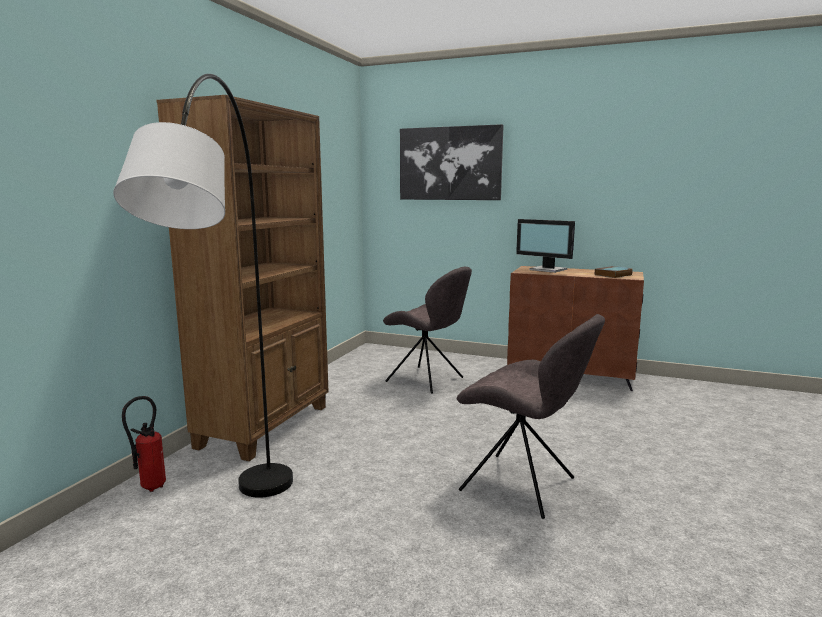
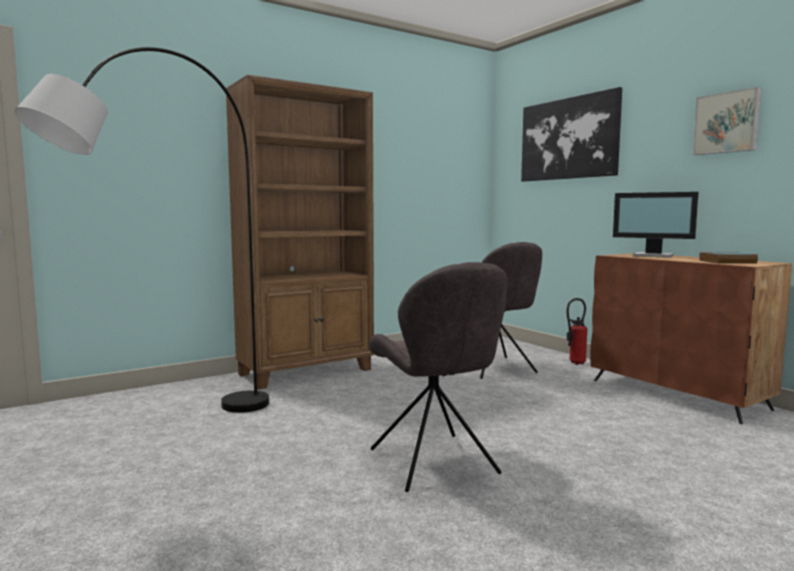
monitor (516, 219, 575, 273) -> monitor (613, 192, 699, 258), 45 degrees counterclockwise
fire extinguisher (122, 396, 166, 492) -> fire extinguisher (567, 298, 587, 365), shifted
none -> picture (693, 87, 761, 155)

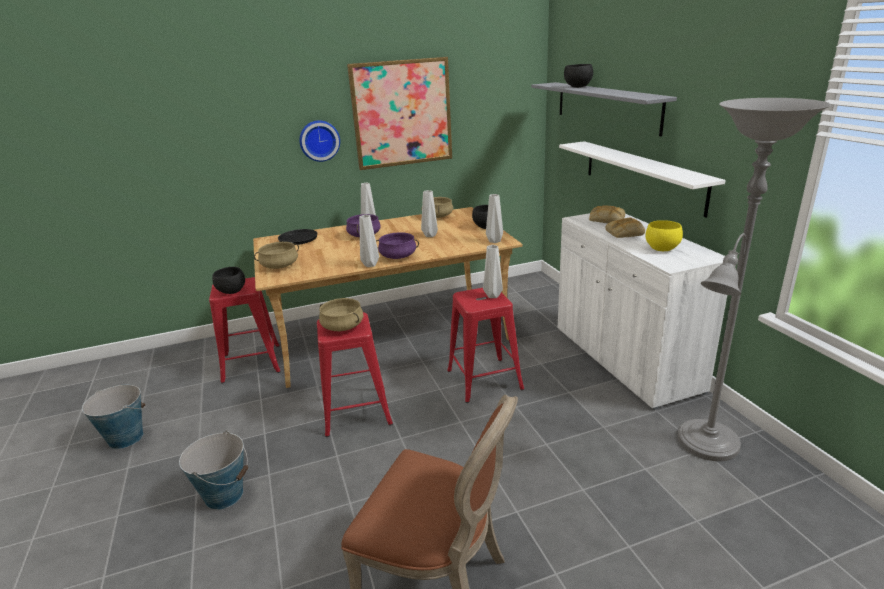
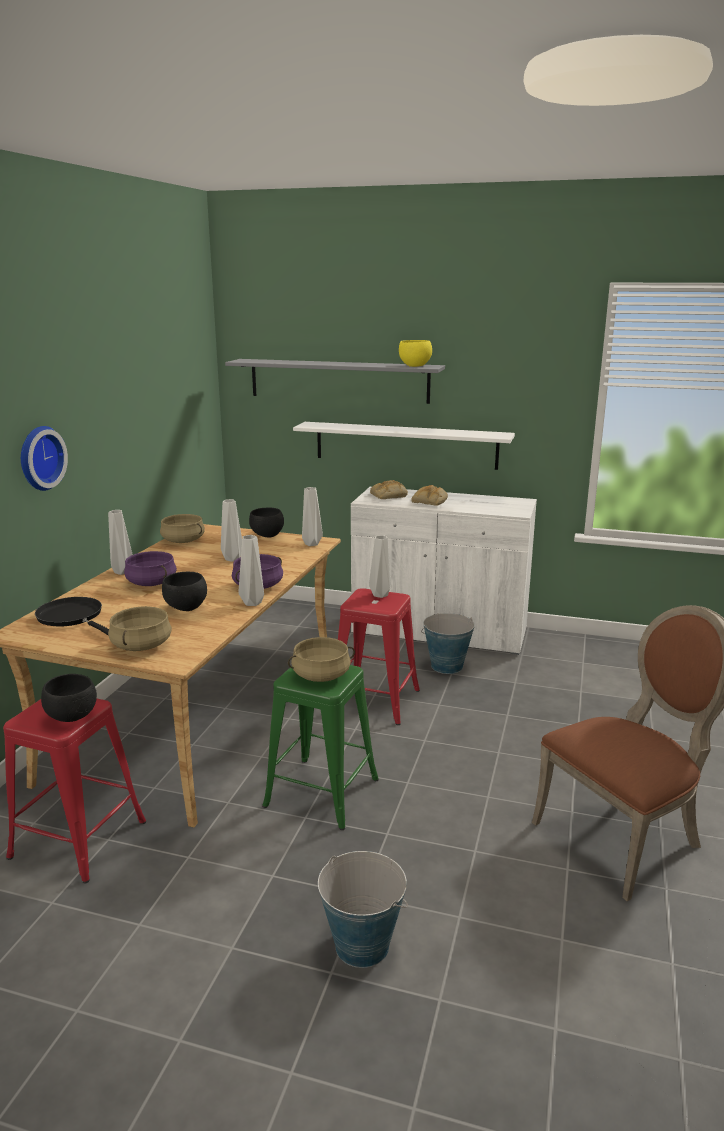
picture (347, 57, 452, 170) -> none
bowl/black (564, 64, 593, 88) -> bowl/black (162, 572, 207, 611), shifted
floor lamp/grey (678, 98, 831, 461) -> none
bowl/yellow (645, 220, 683, 251) -> bowl/yellow (399, 340, 432, 367), shifted
stool/red (317, 312, 393, 437) -> stool/green (262, 665, 379, 830)
bucket (82, 385, 145, 449) -> bucket (421, 613, 475, 674), shifted

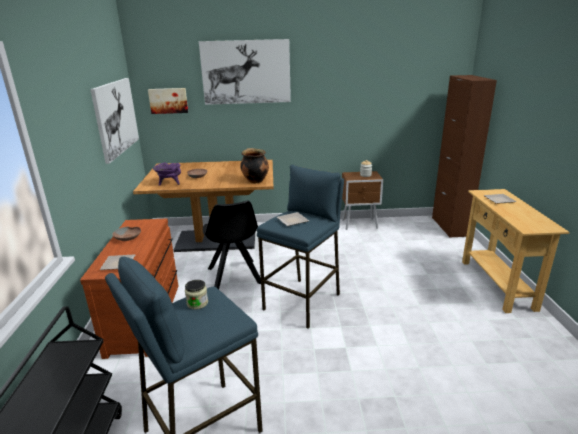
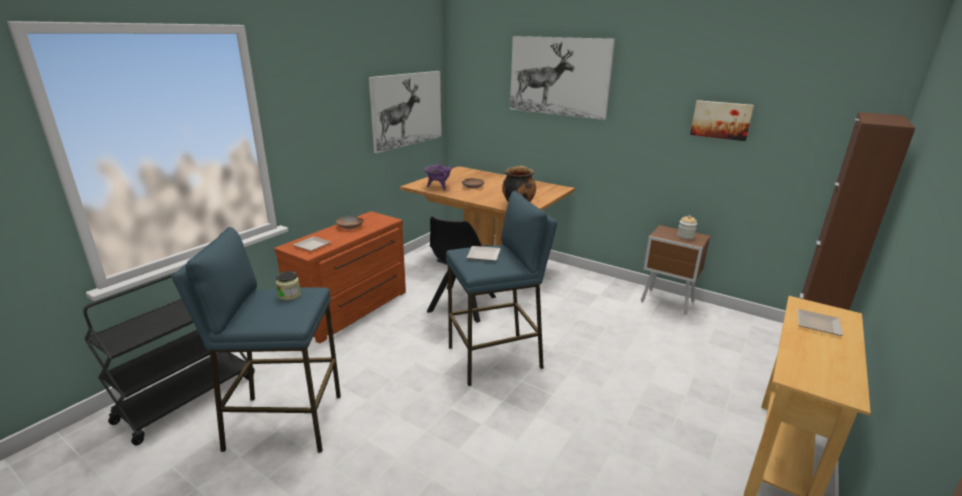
picture (148, 88, 188, 114) -> picture (690, 100, 754, 141), shifted

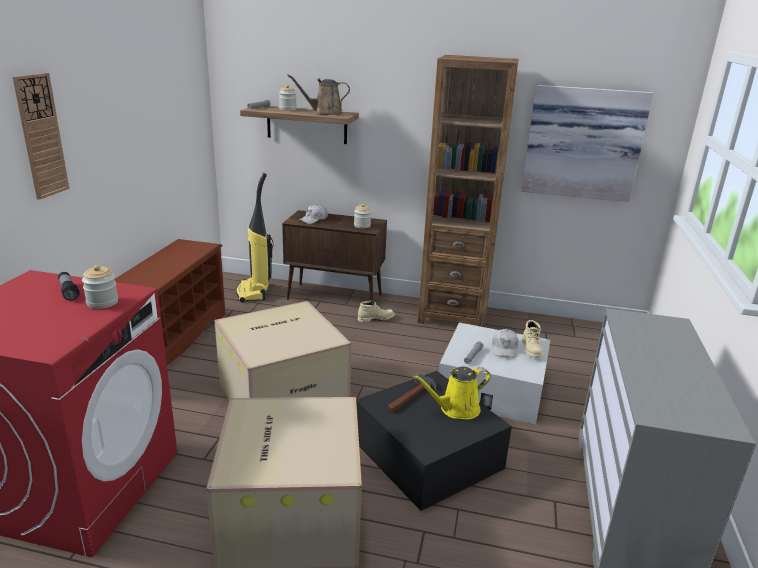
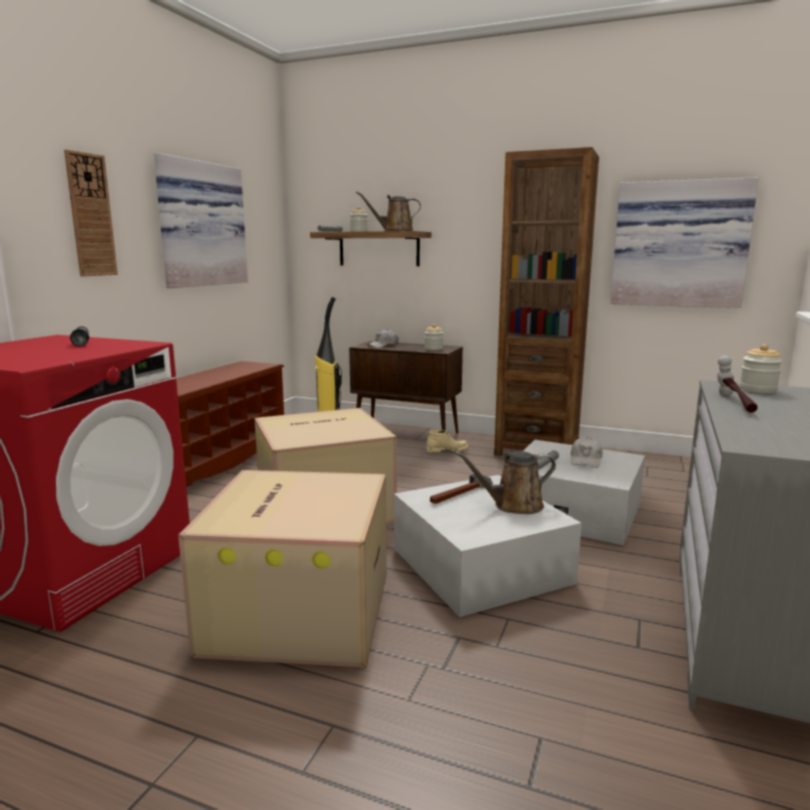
jar (82, 265, 118, 309) -> jar (739, 344, 782, 393), shifted
boot/beige (522, 320, 543, 358) -> none
watering can/yellow (413, 367, 491, 419) -> watering can/brown (455, 451, 556, 514)
storage box/black (356, 371, 512, 511) -> storage box/white (394, 475, 582, 617)
none -> picture (154, 153, 248, 288)
none -> hammer (717, 356, 758, 413)

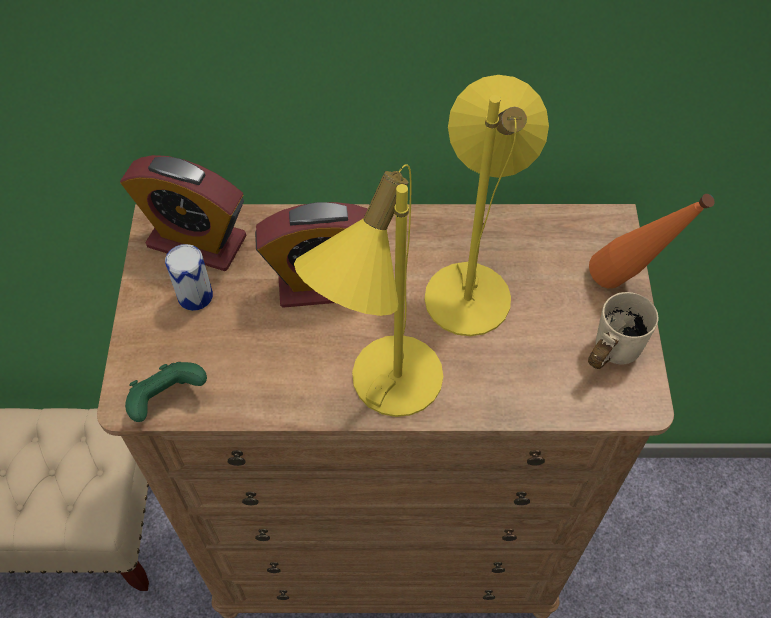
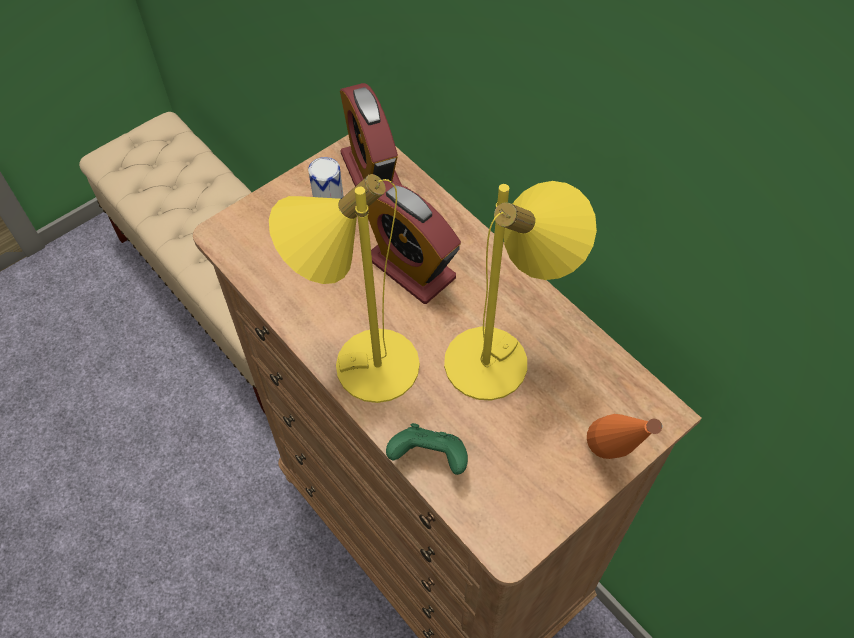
mug/beige (588, 292, 658, 369) -> none
game controller/green (125, 362, 207, 422) -> game controller/green (386, 423, 468, 475), shifted

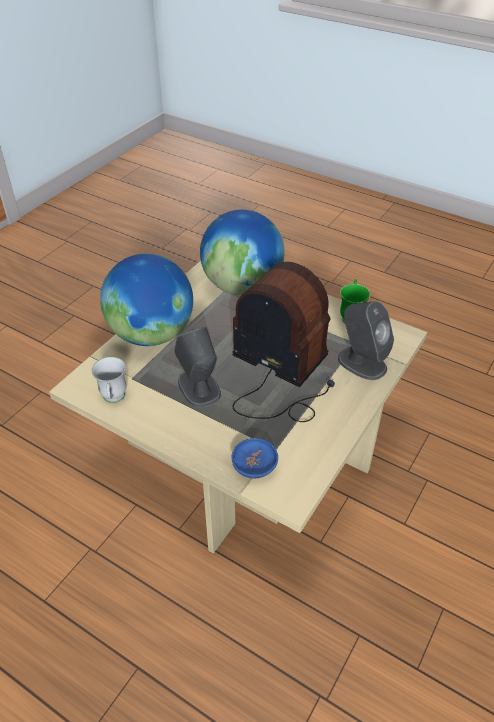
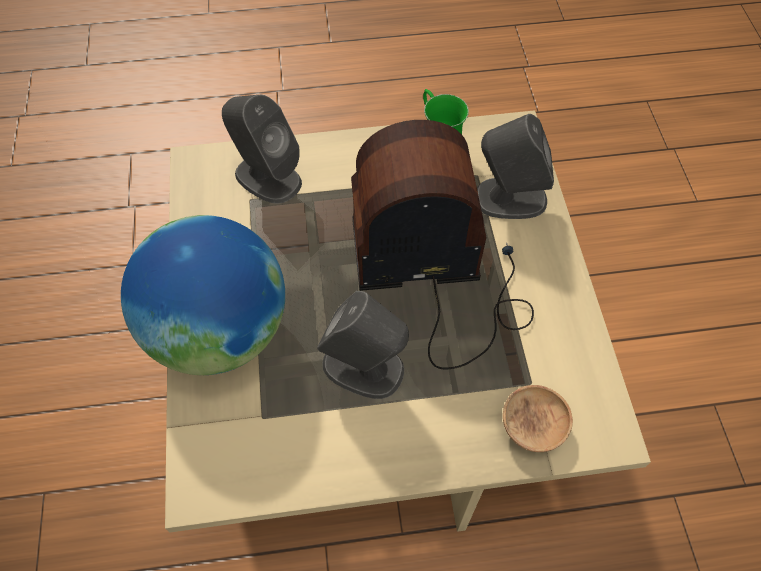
globe (200, 210, 285, 295) -> speaker/grey (222, 95, 302, 204)
mug/white (92, 357, 126, 403) -> none
bowl/blue (231, 438, 278, 478) -> bowl/brown (503, 385, 573, 452)

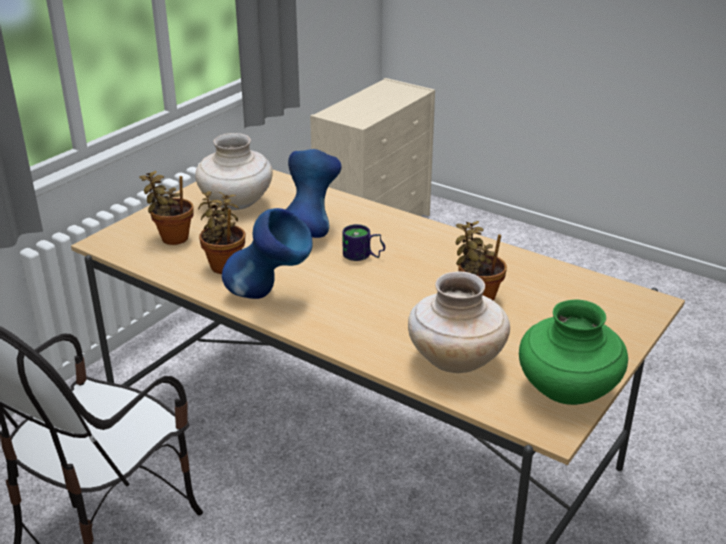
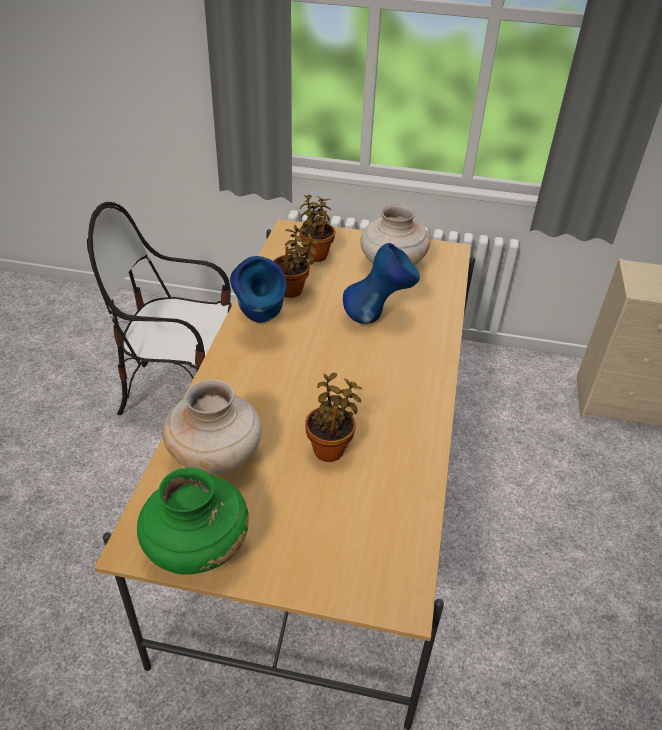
mug (342, 224, 385, 261) -> none

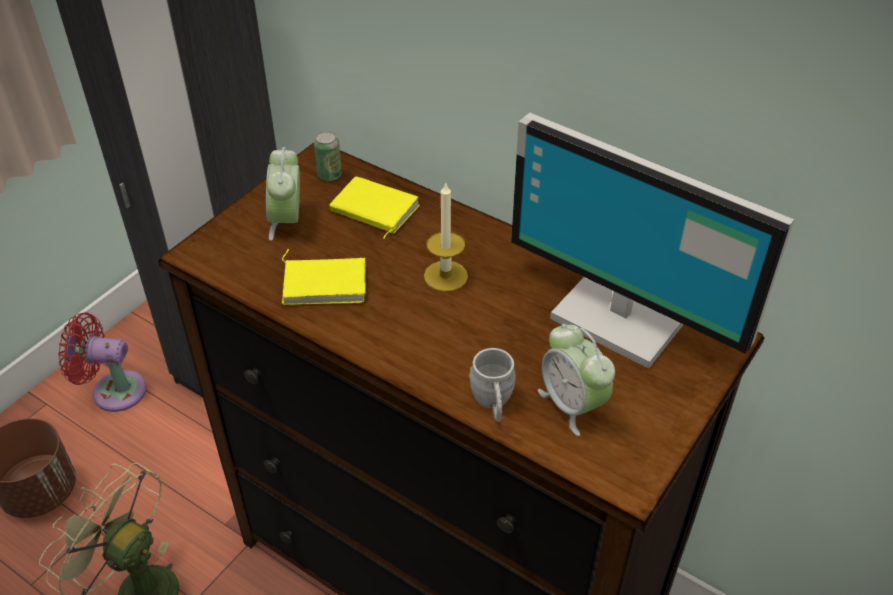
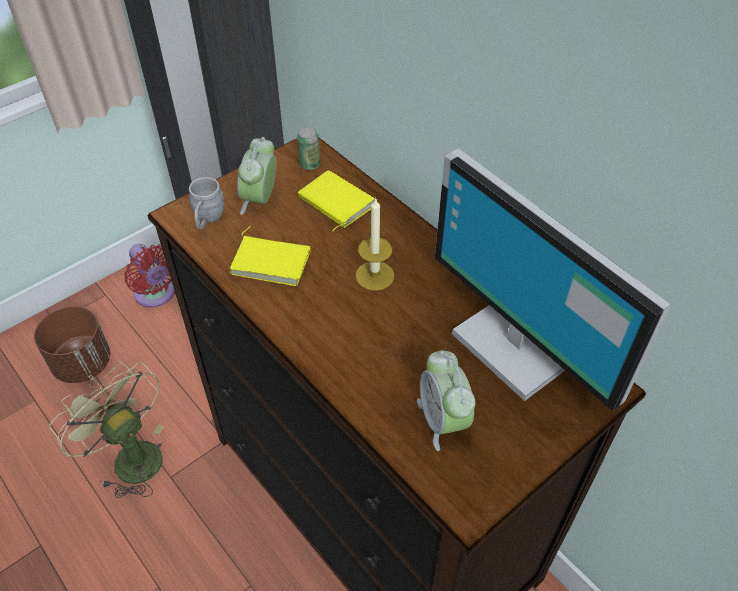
fan/red (58, 312, 147, 412) -> fan/red (124, 244, 175, 308), 150 degrees counterclockwise
mug/grey (469, 348, 516, 422) -> mug/grey (189, 177, 224, 230), shifted

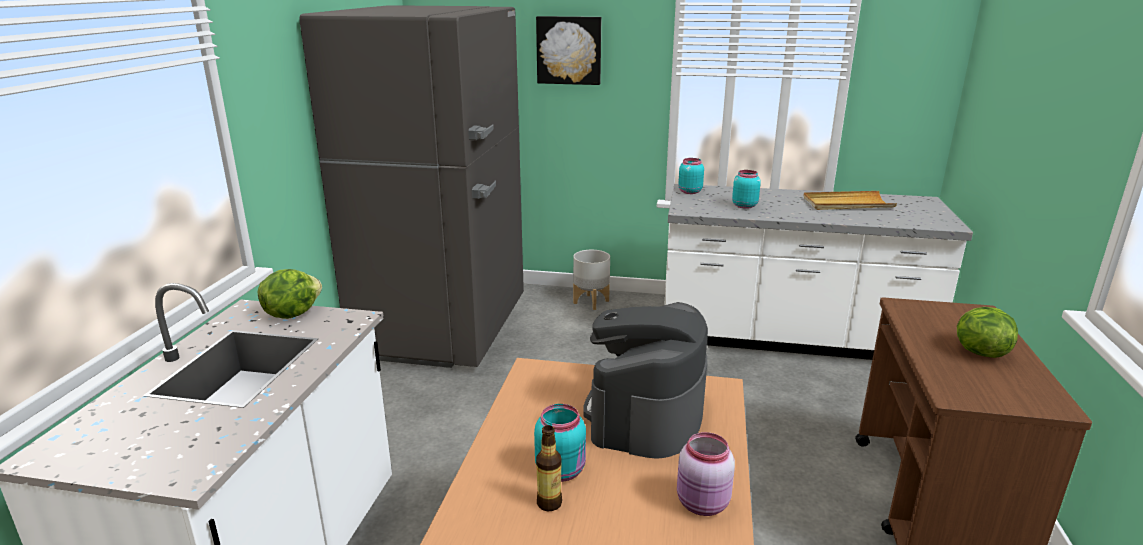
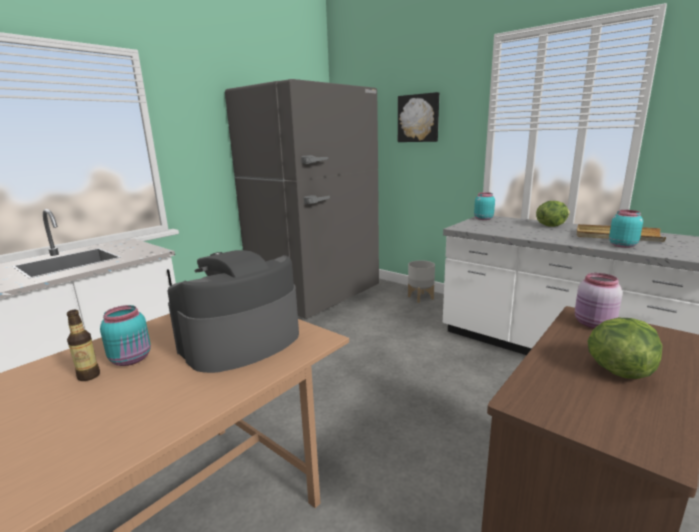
jar/turquoise (732, 170, 761, 209) -> jar/turquoise (609, 210, 643, 248), shifted
lettuce (258, 269, 322, 318) -> lettuce (536, 201, 570, 227), shifted
jar/pink (677, 432, 735, 516) -> jar/pink (575, 273, 623, 329), shifted

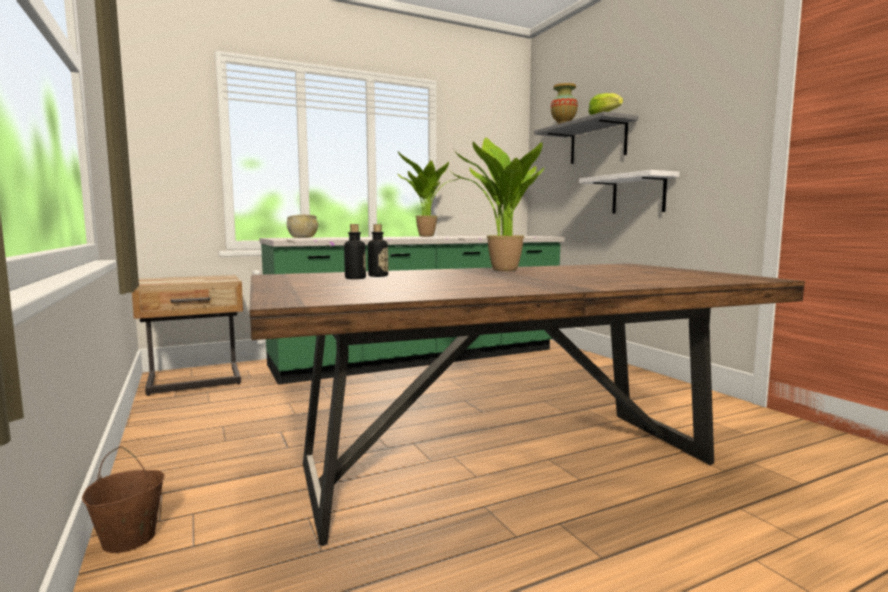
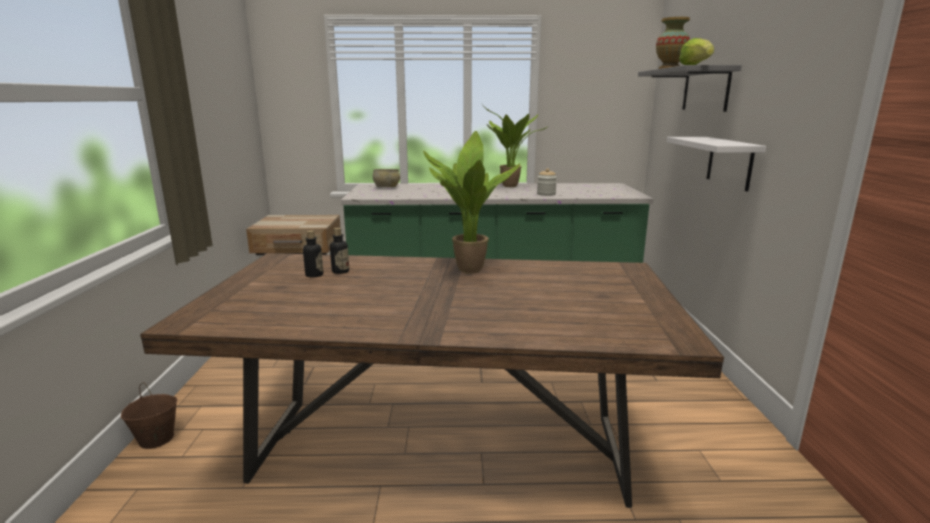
none -> jar (537, 168, 557, 196)

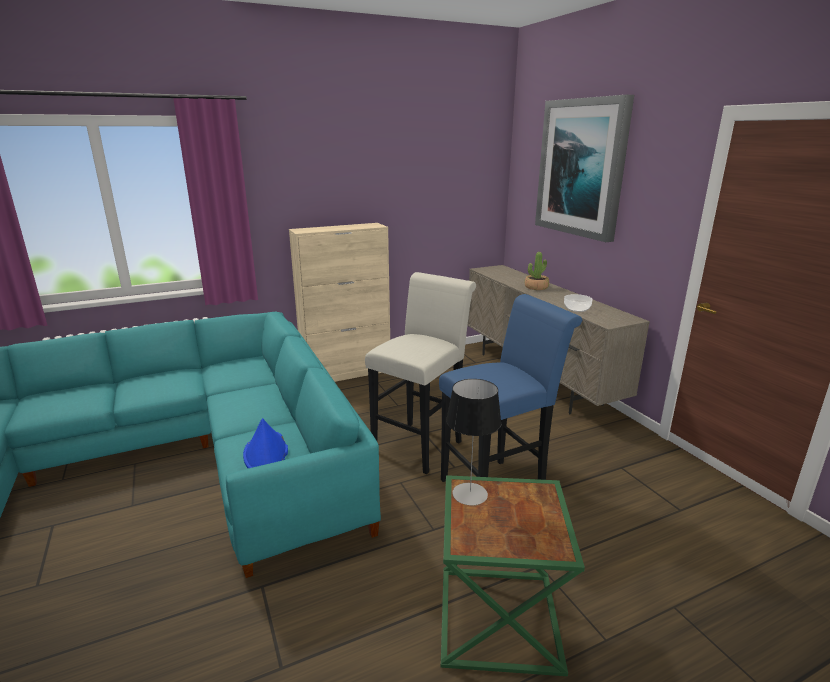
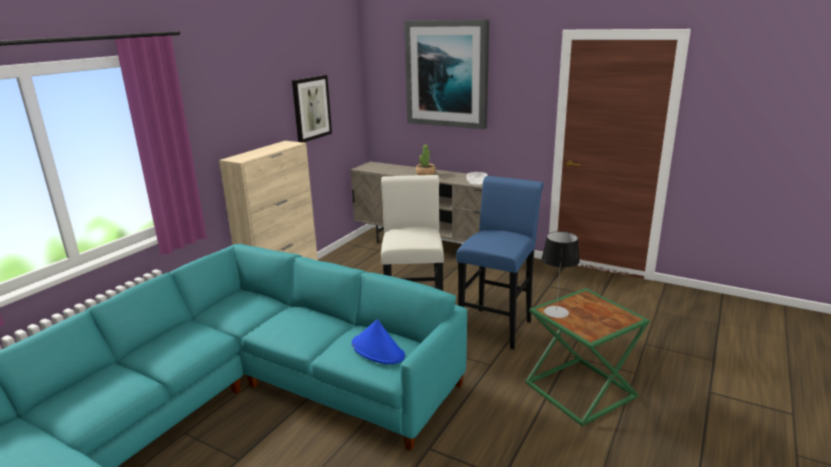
none -> picture (292, 75, 332, 143)

